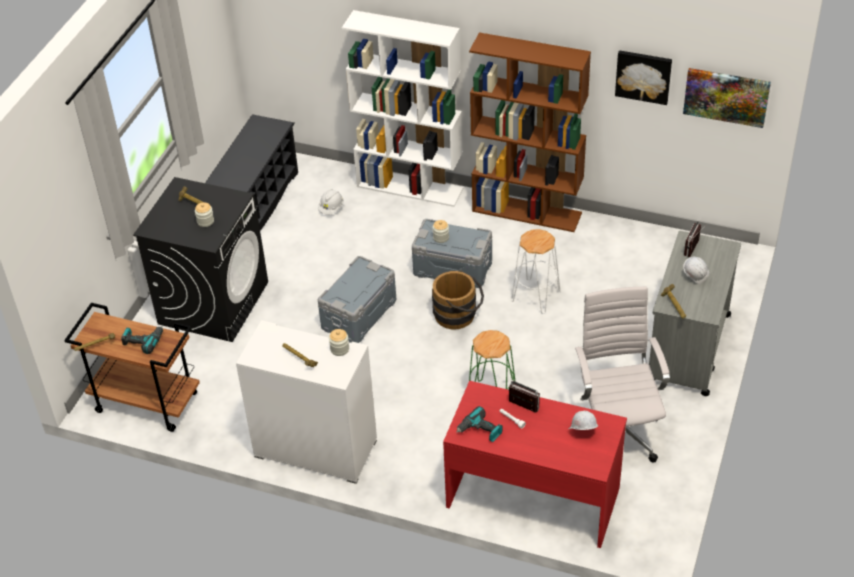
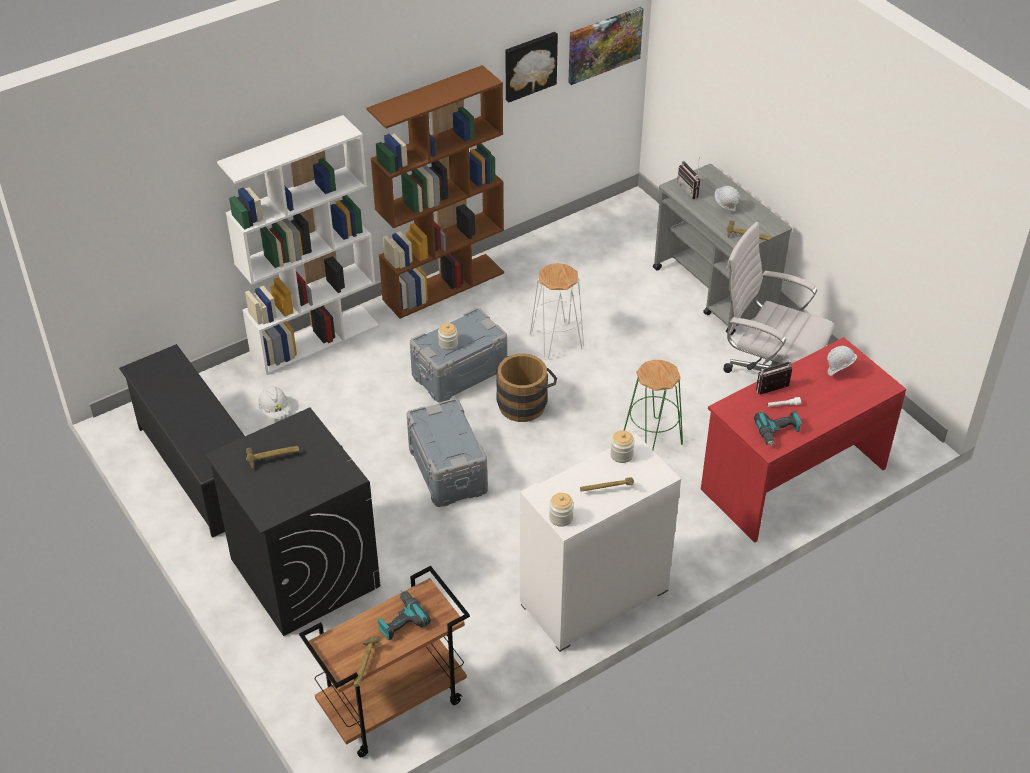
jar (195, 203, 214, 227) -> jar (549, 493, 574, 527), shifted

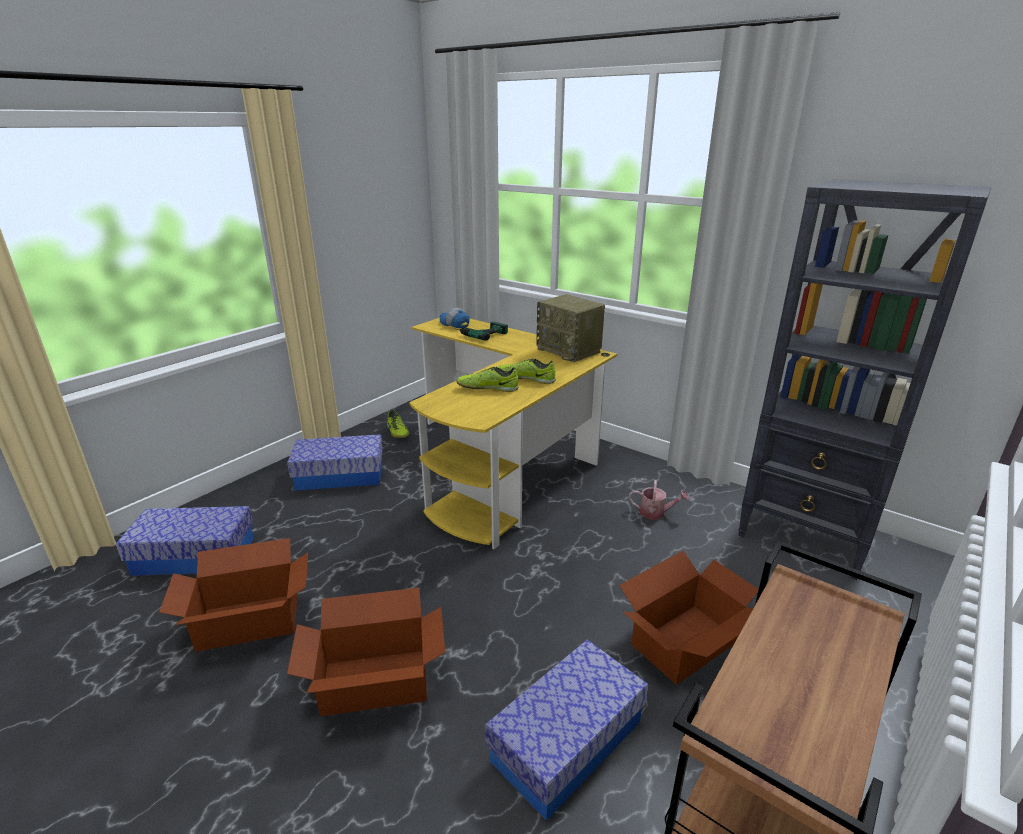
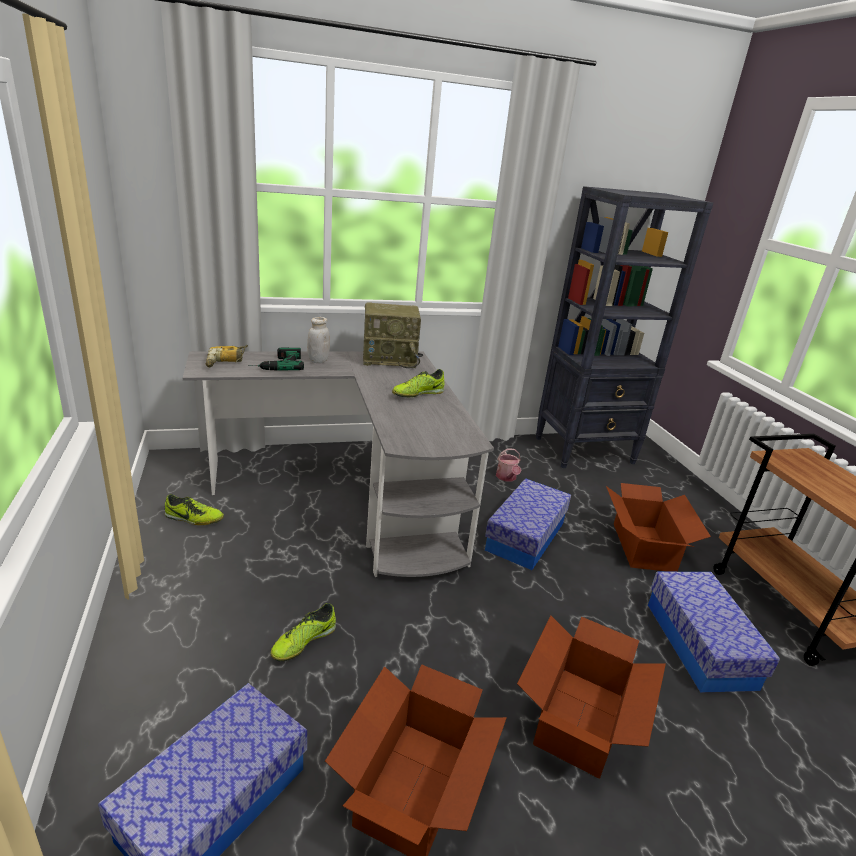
cap (440, 308, 470, 328) -> power drill (206, 345, 248, 367)
desk/yellow (409, 318, 617, 550) -> desk/grey (183, 351, 494, 577)
shoe (457, 367, 518, 392) -> shoe (270, 603, 336, 661), shifted
storage box (287, 434, 383, 491) -> storage box (485, 478, 571, 570), shifted
watering can (629, 480, 689, 520) -> watering can (496, 449, 521, 481), 120 degrees clockwise
none -> jar/white (307, 317, 330, 363)

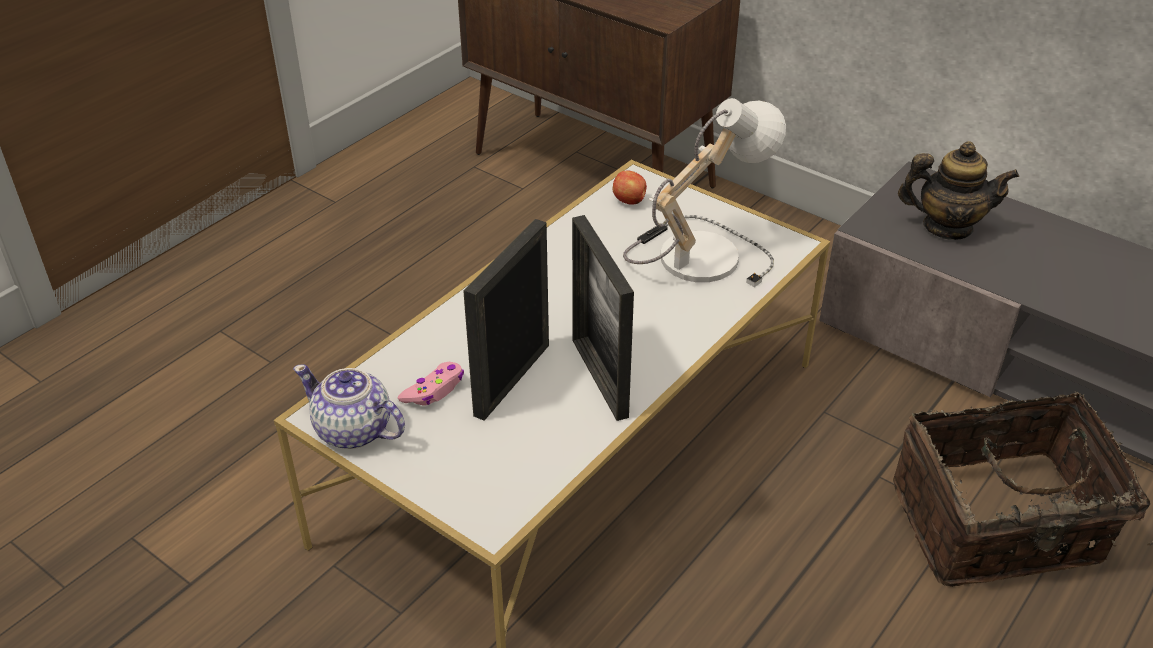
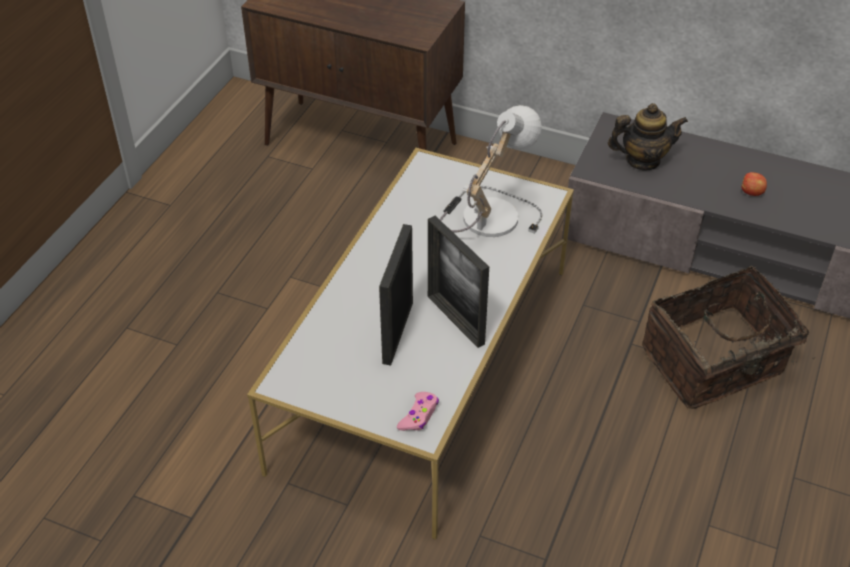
apple (613, 171, 647, 204) -> apple (741, 172, 767, 196), shifted
game controller/pink (398, 362, 464, 406) -> game controller/pink (397, 392, 439, 431), shifted
teapot (293, 364, 405, 449) -> none

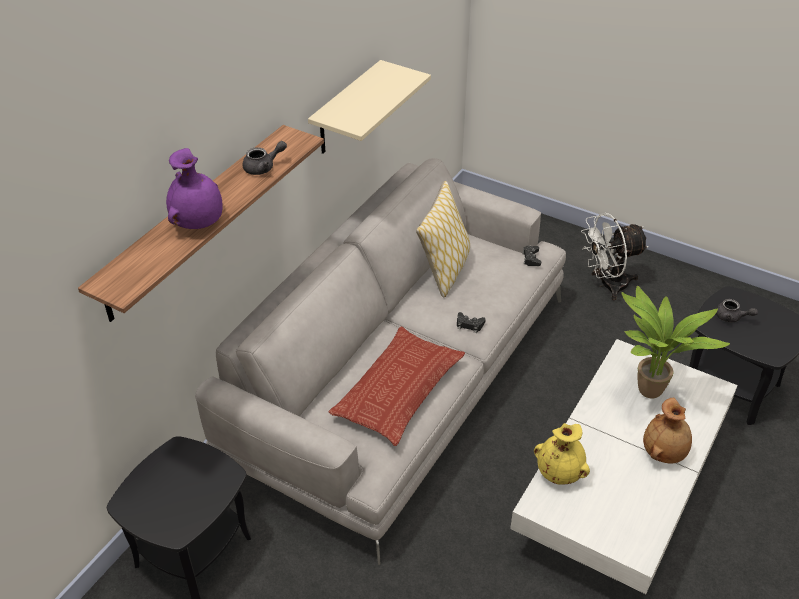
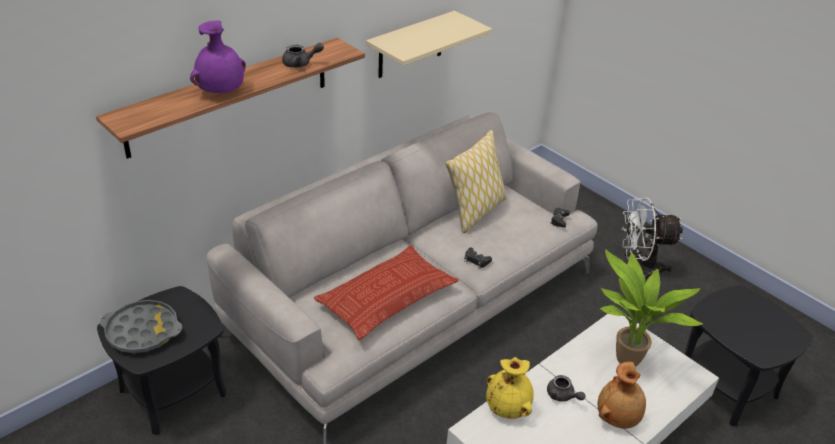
teapot/grey (716, 299, 758, 322) -> teapot/grey (547, 375, 586, 402), shifted
none -> tray/grey (100, 300, 182, 353)

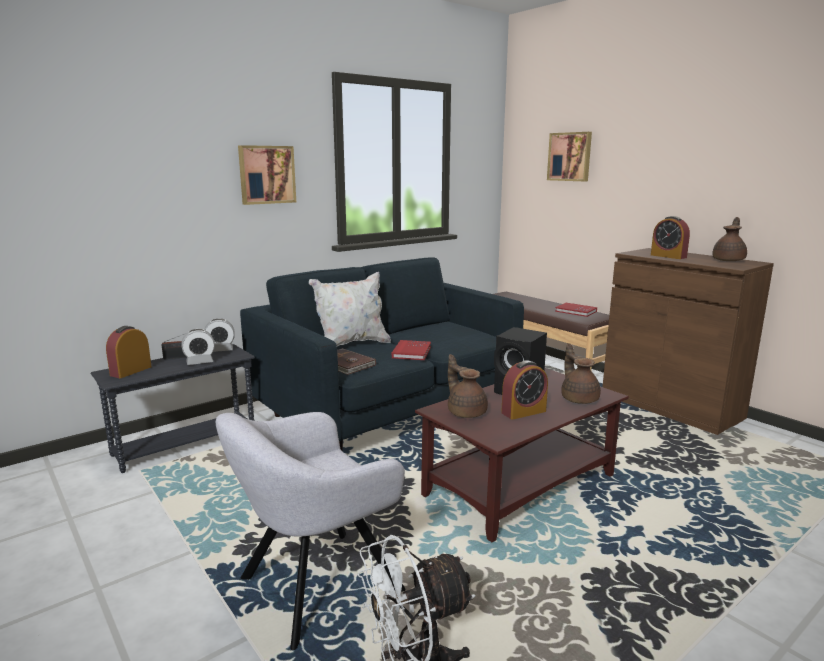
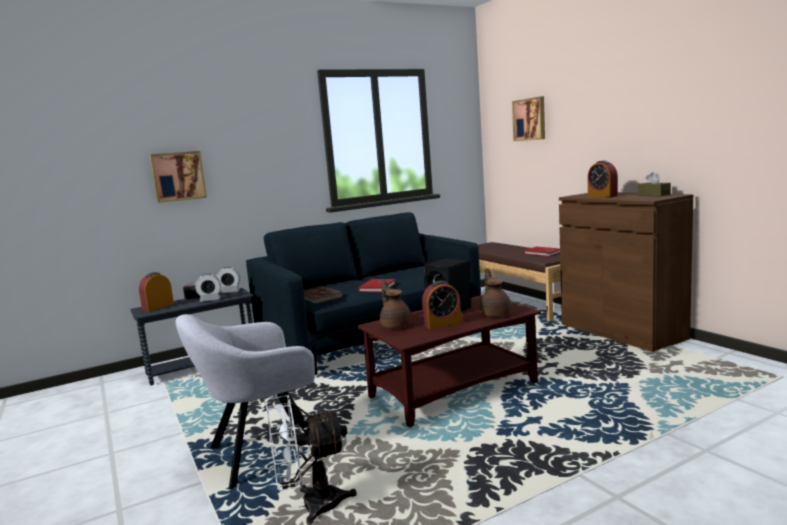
picture (238, 145, 296, 205) -> picture (150, 151, 207, 203), shifted
teapot/brown (712, 217, 747, 261) -> tissue box/brown (638, 172, 671, 196)
pillow/white (309, 272, 391, 346) -> none

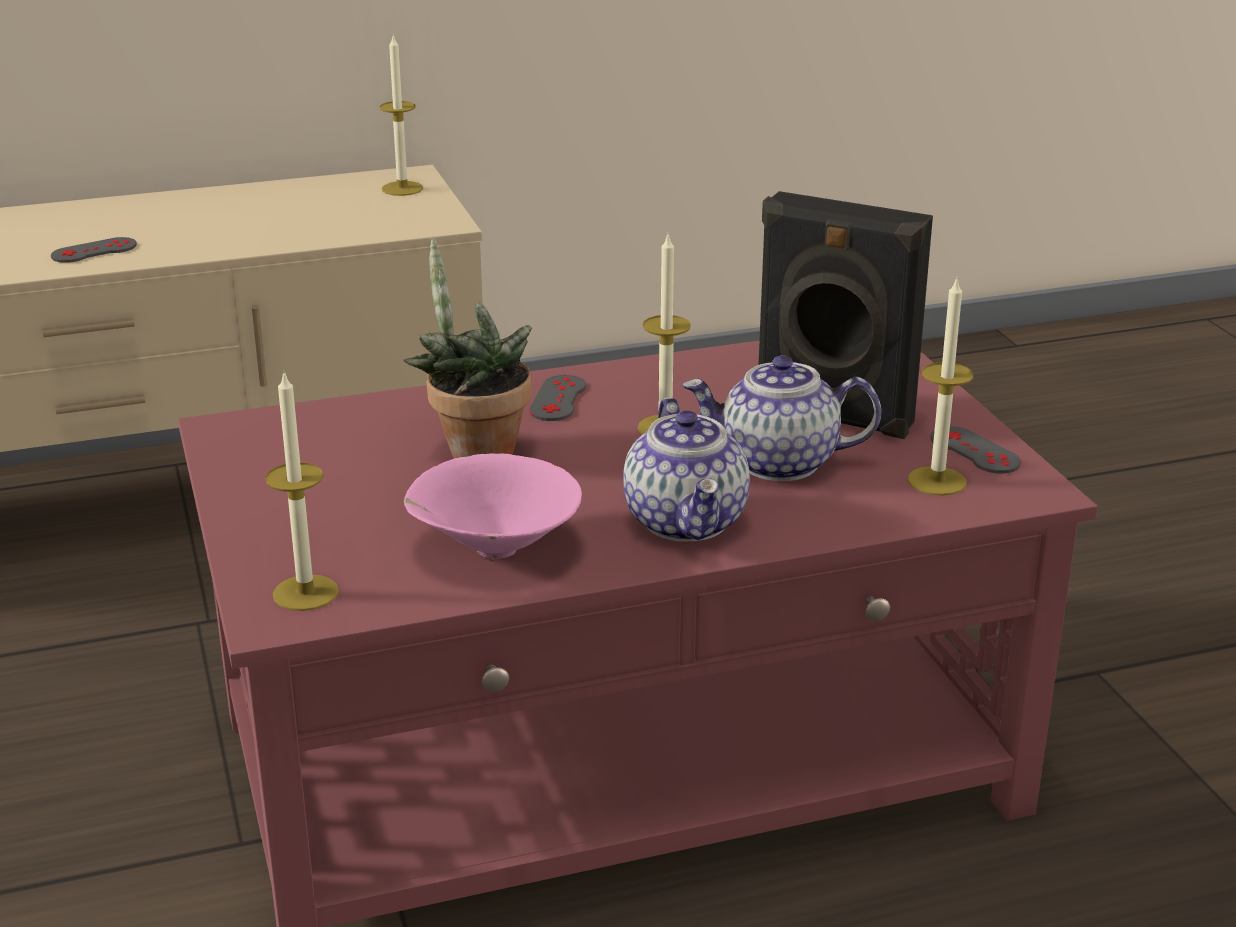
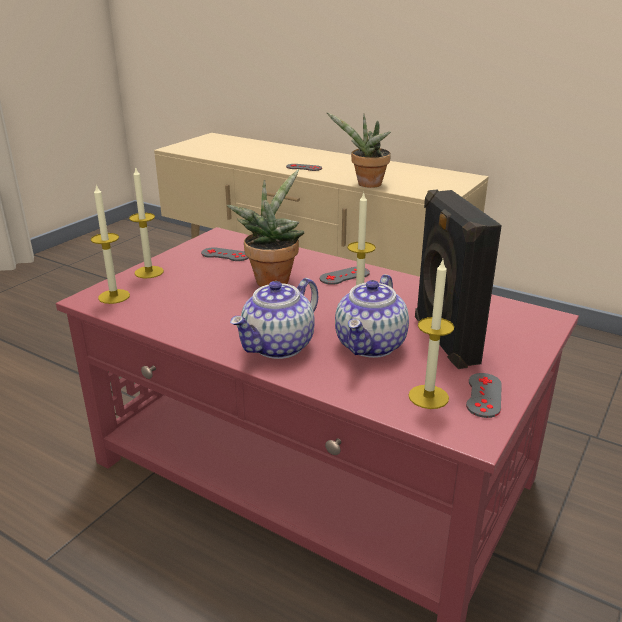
candle (380, 35, 423, 196) -> candle (129, 166, 164, 278), shifted
teapot (683, 355, 881, 481) -> teapot (335, 274, 409, 358), 120 degrees counterclockwise
bowl/pink (404, 453, 582, 559) -> none
none -> potted plant (327, 113, 391, 188)
none -> game controller/grey (201, 247, 248, 261)

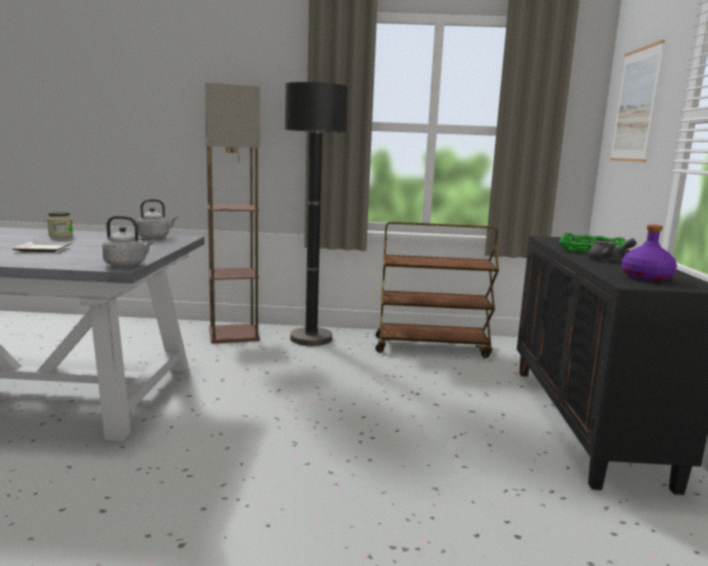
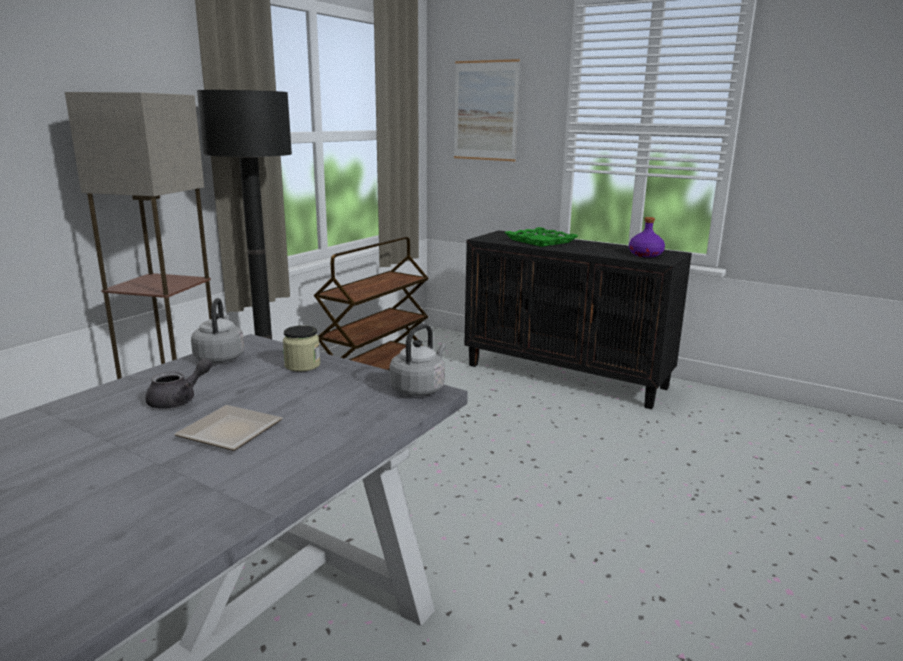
jar (47, 212, 73, 238) -> jar (283, 325, 320, 372), shifted
teapot/grey (588, 238, 637, 261) -> teapot/grey (145, 358, 212, 409), shifted

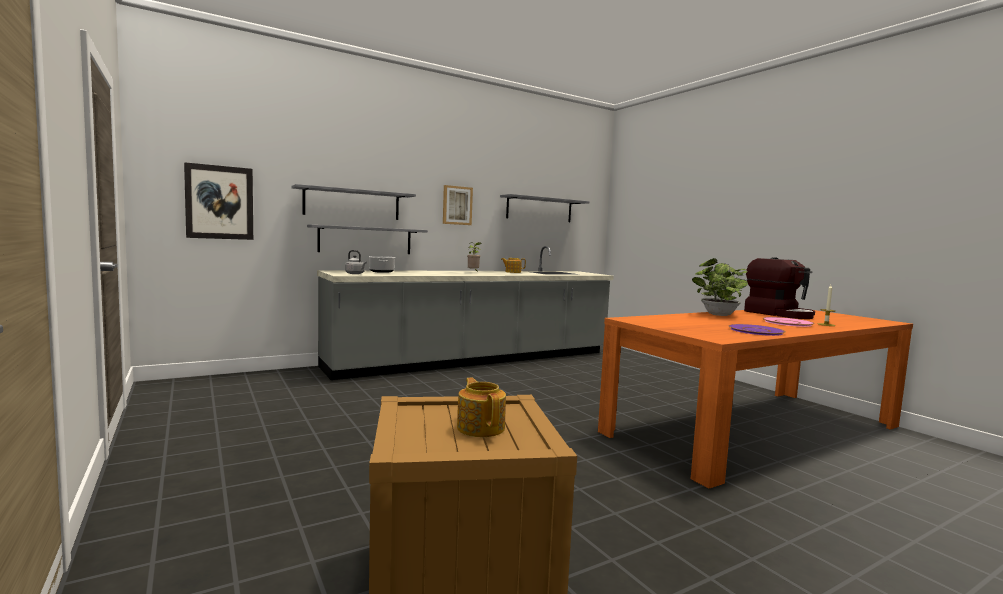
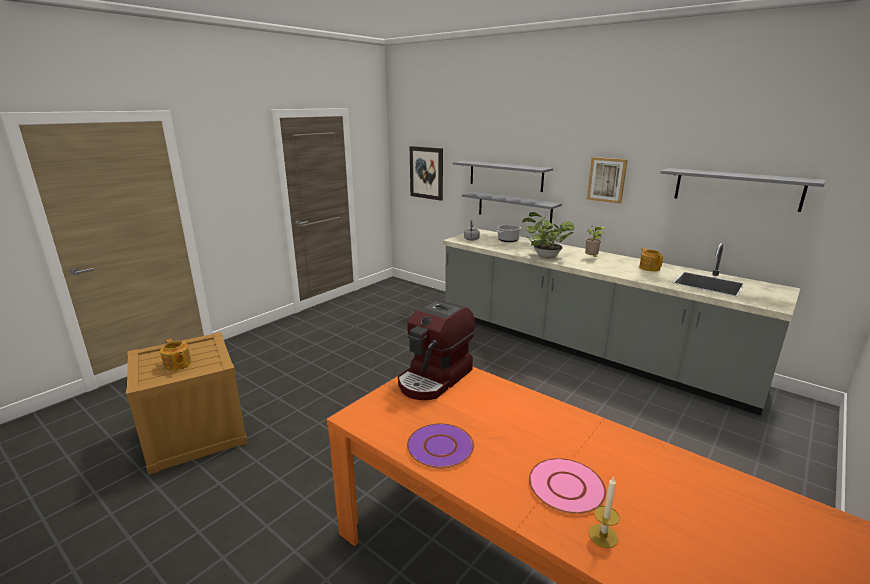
coffee machine (744, 257, 815, 319) -> coffee machine (398, 299, 475, 400), shifted
potted plant (692, 258, 748, 316) -> potted plant (522, 212, 574, 259), shifted
teapot (457, 377, 506, 437) -> teapot (160, 339, 192, 371), 90 degrees clockwise

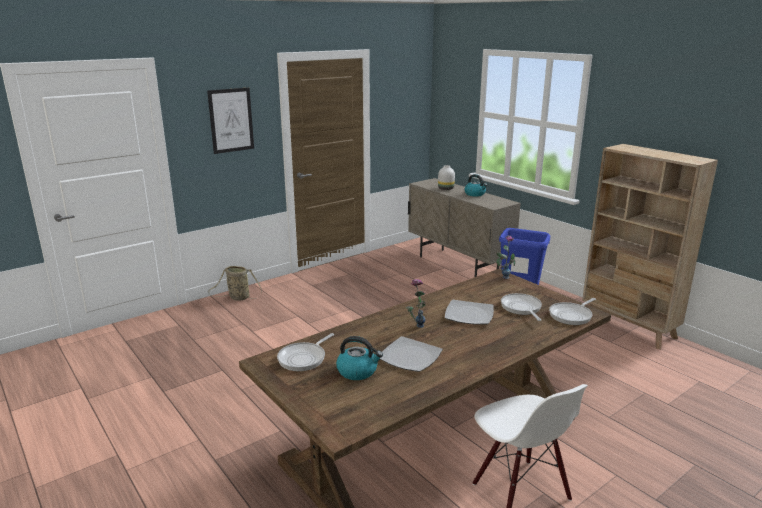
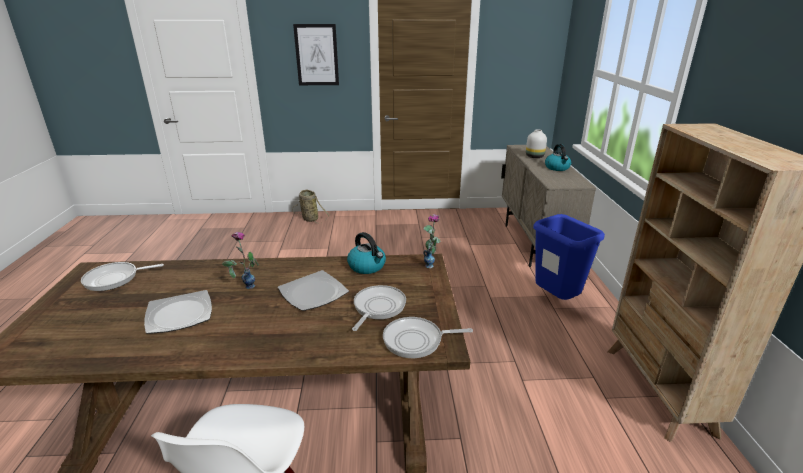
kettle (336, 336, 383, 380) -> kettle (347, 232, 386, 274), shifted

